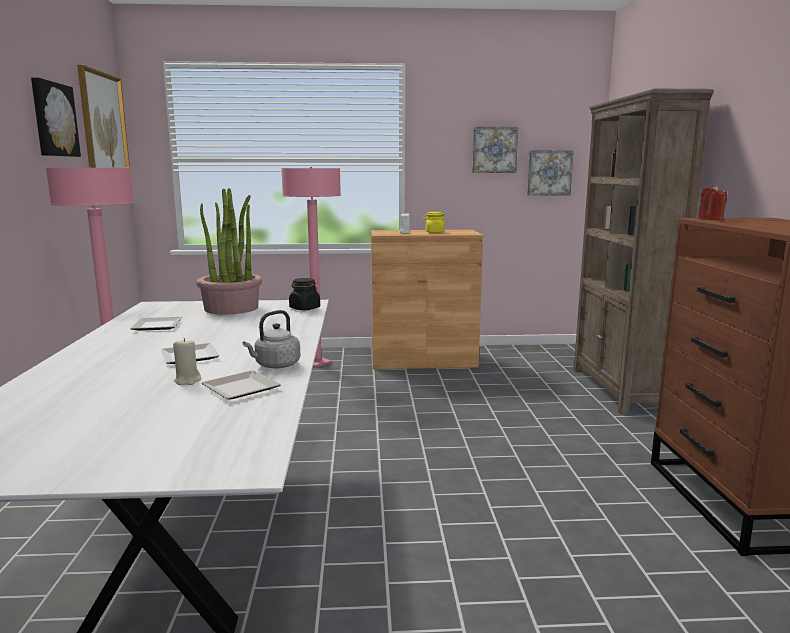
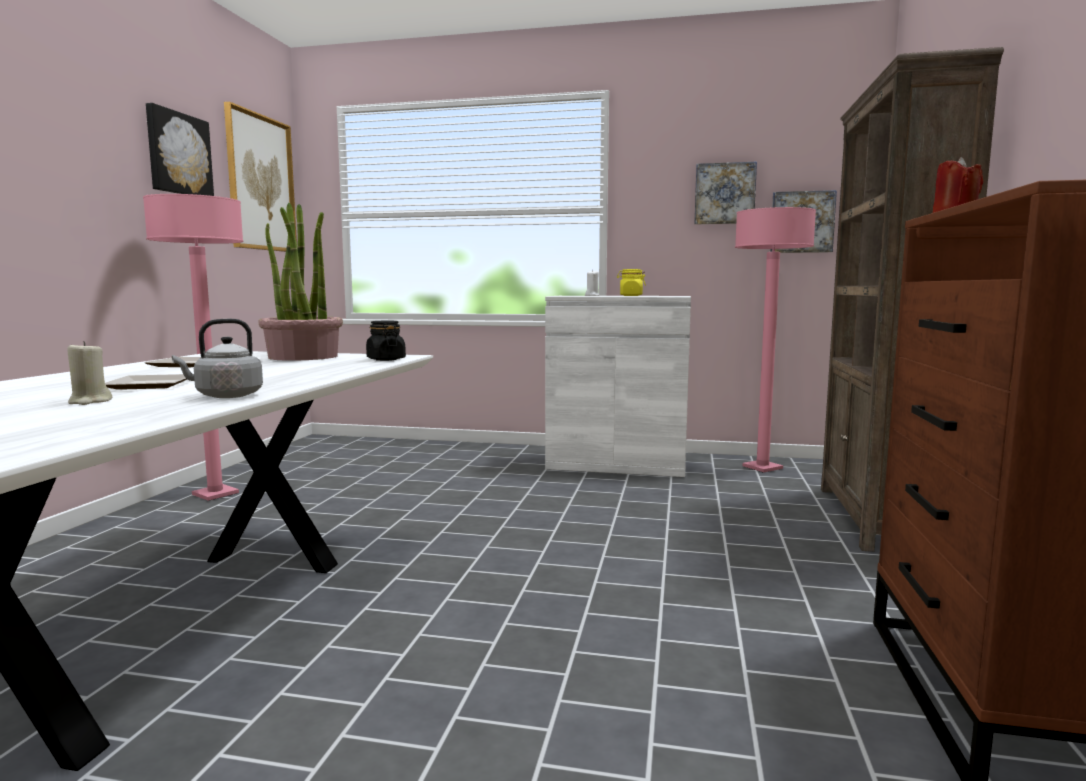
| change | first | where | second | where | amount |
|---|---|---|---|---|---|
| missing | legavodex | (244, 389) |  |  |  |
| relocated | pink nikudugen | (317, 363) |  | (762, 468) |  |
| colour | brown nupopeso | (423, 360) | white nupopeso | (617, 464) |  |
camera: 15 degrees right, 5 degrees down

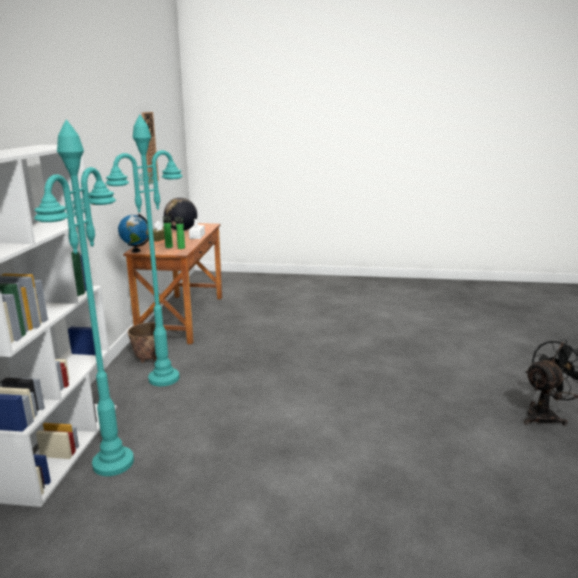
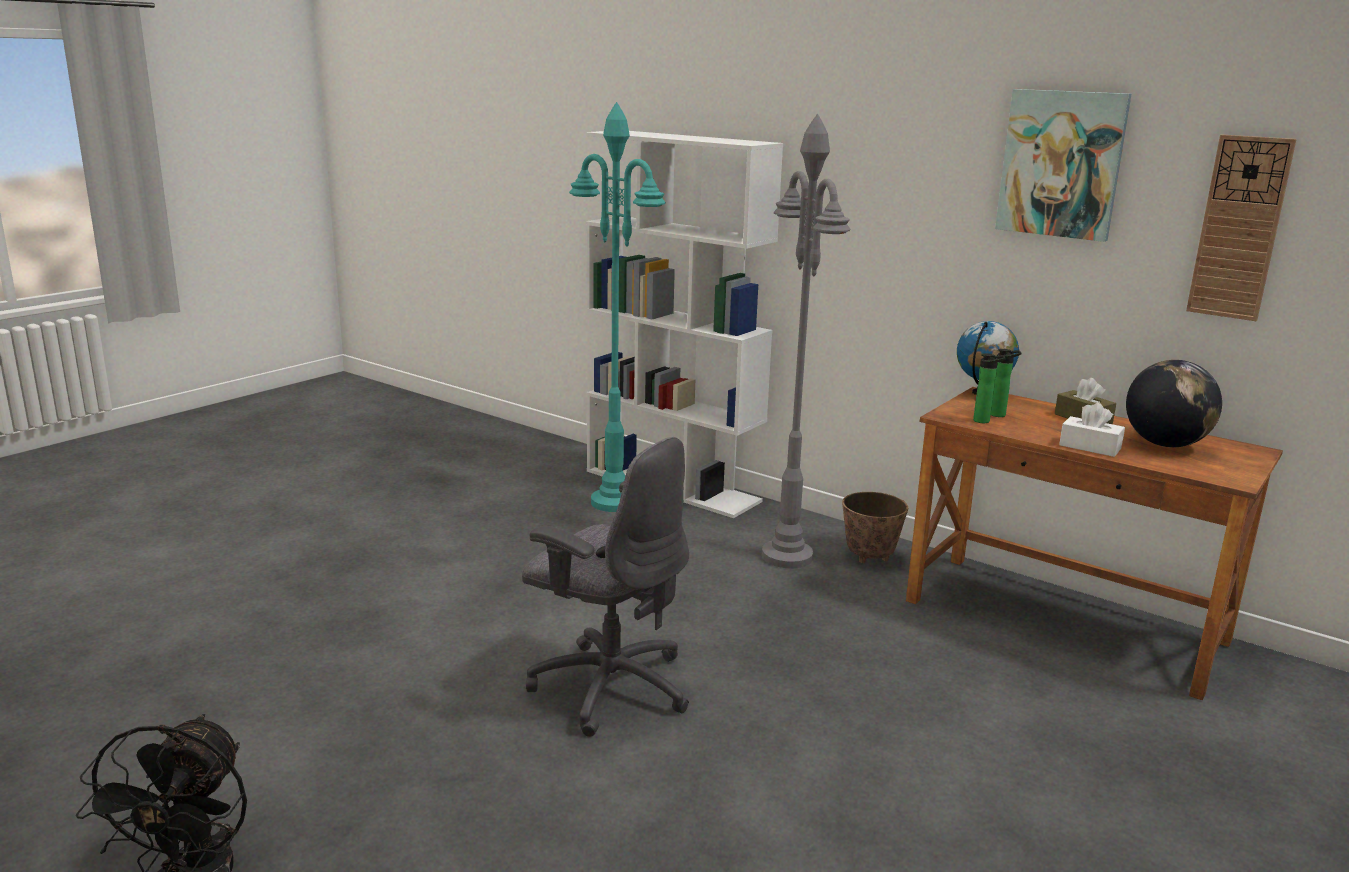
| change | first | where | second | where | amount |
|---|---|---|---|---|---|
| colour | turquoise nikudugen | (164, 378) | grey nikudugen | (787, 557) |  |
| appeared |  |  | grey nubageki | (609, 686) |  |
| appeared |  |  | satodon | (1061, 164) |  |
camera: 120 degrees right, 0 degrees up

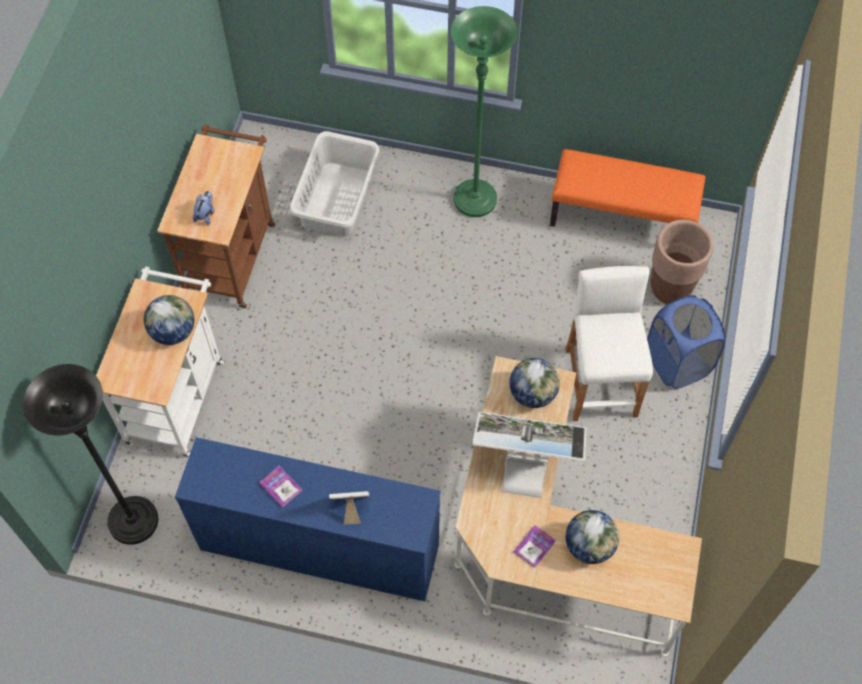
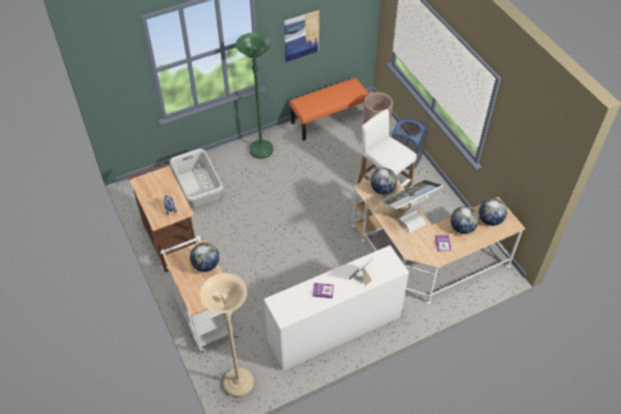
| change | first | where | second | where | amount |
|---|---|---|---|---|---|
| colour | black nikudugen | (133, 521) | beige nikudugen | (238, 383) |  |
| colour | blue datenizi | (319, 547) | white datenizi | (334, 330) |  |
| appeared |  |  | satodon | (301, 35) |  |
| appeared |  |  | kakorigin | (490, 220) |  |
camera: 40 degrees left, 10 degrees down

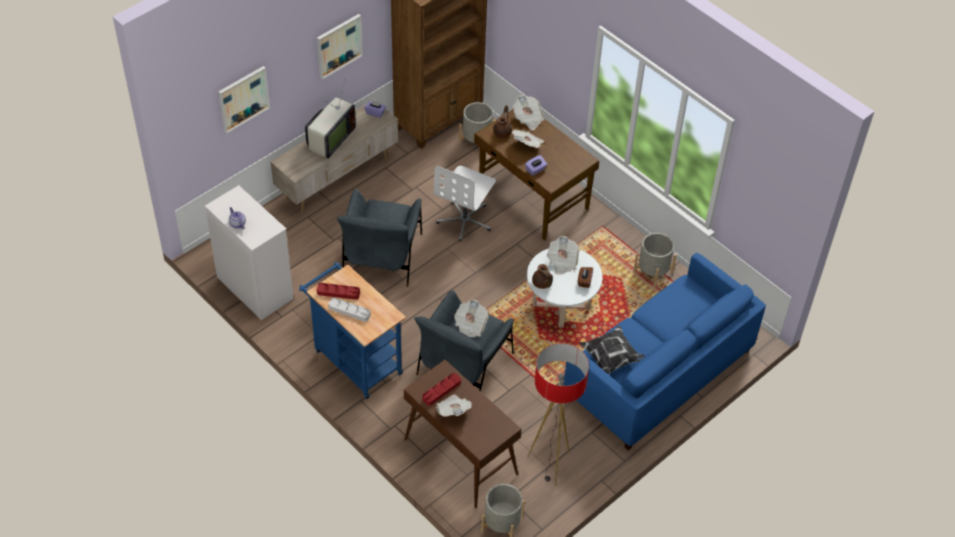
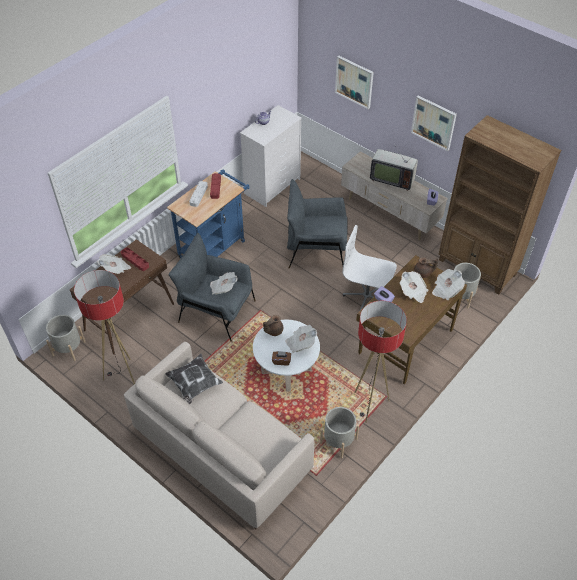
| change | first | where | second | where | amount |
|---|---|---|---|---|---|
| colour | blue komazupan | (658, 373) | beige komazupan | (221, 450) |  |
| appeared |  |  | nikudugen | (369, 405) |  |
camera: 85 degrees right, 0 degrees up

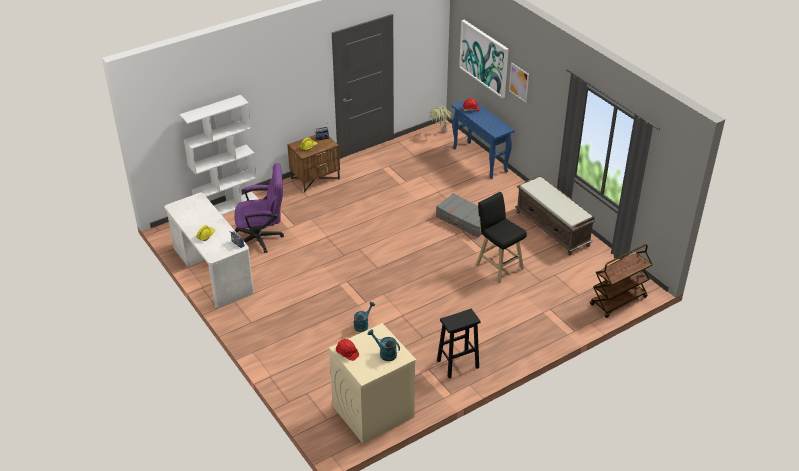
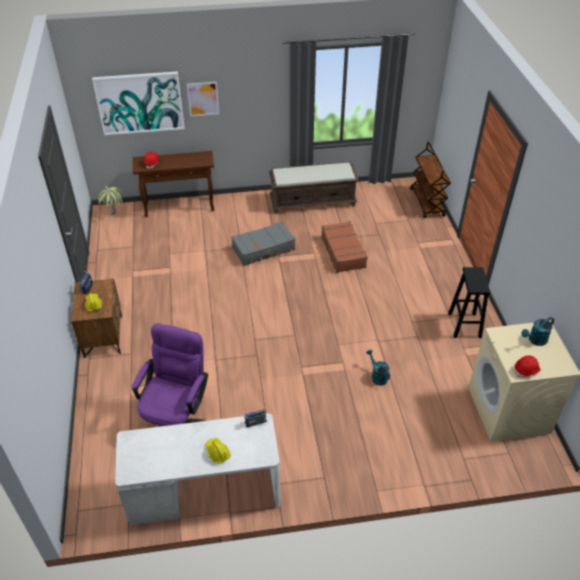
| change | first | where | second | where | amount |
|---|---|---|---|---|---|
| missing | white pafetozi | (228, 206) |  |  |  |
| colour | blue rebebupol | (480, 160) | brown rebebupol | (180, 207) |  |
| exchanged | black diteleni | (498, 266) | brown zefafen | (343, 252) |  |
camera: 65 degrees left, 5 degrees up

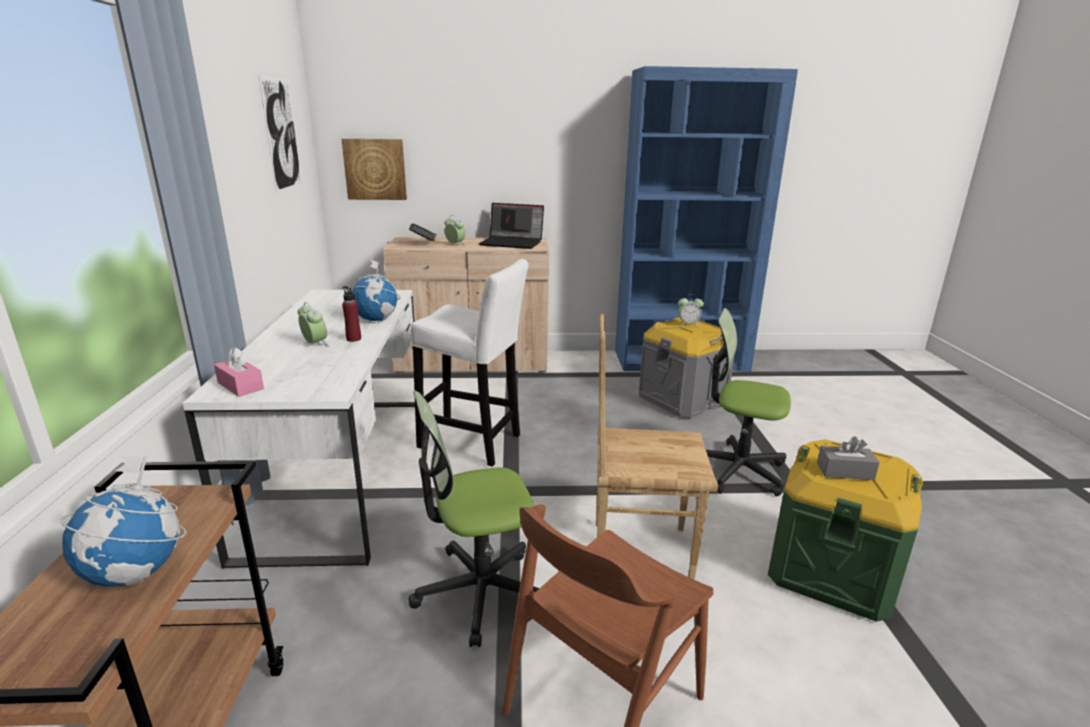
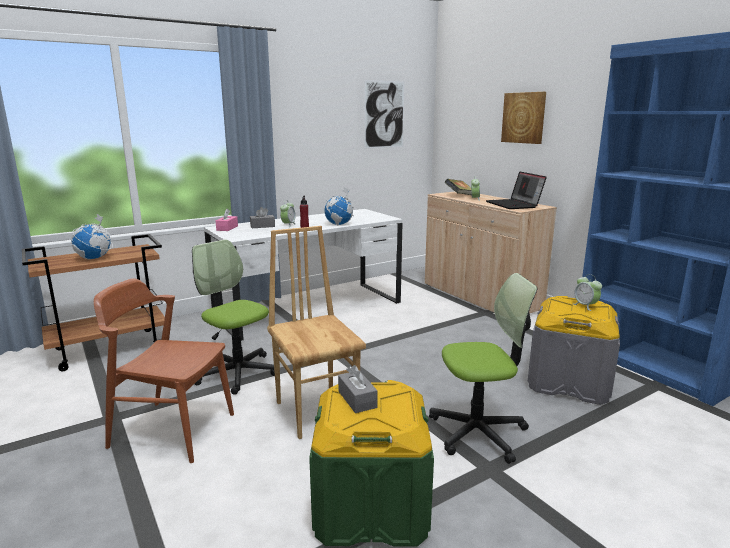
| change | first | where | second | where | amount |
|---|---|---|---|---|---|
| relocated | satodon | (375, 169) |  | (524, 118) |  |
| missing | white diteleni | (474, 443) |  |  |  |
| spun | nubageki | (737, 470) |  | (478, 432) | 90 degrees clockwise |
| appeared |  |  | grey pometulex | (262, 226) |  |
camera: 60 degrees right, 5 degrees down

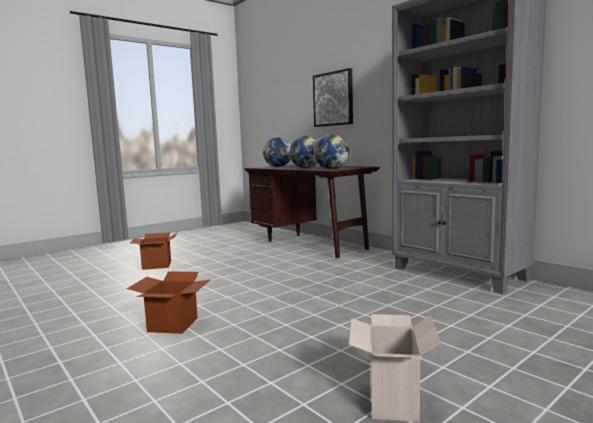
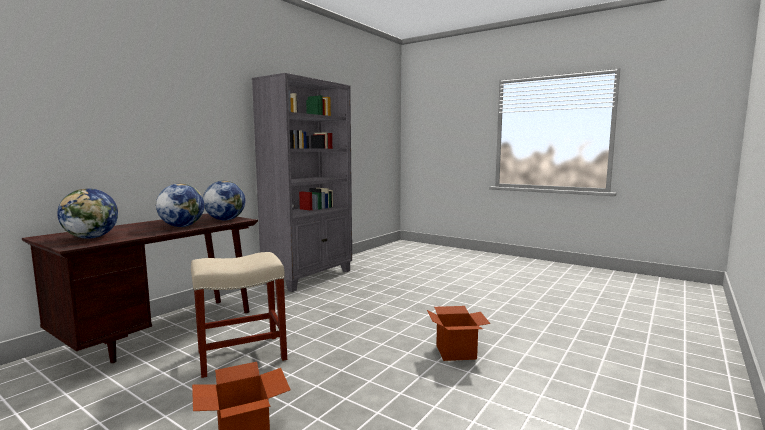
| change | first | where | second | where | amount |
|---|---|---|---|---|---|
| missing | satodon | (333, 99) |  |  |  |
| missing | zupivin | (391, 400) |  |  |  |
| appeared |  |  | beige diteleni | (240, 355) |  |
camera: 105 degrees left, 0 degrees up

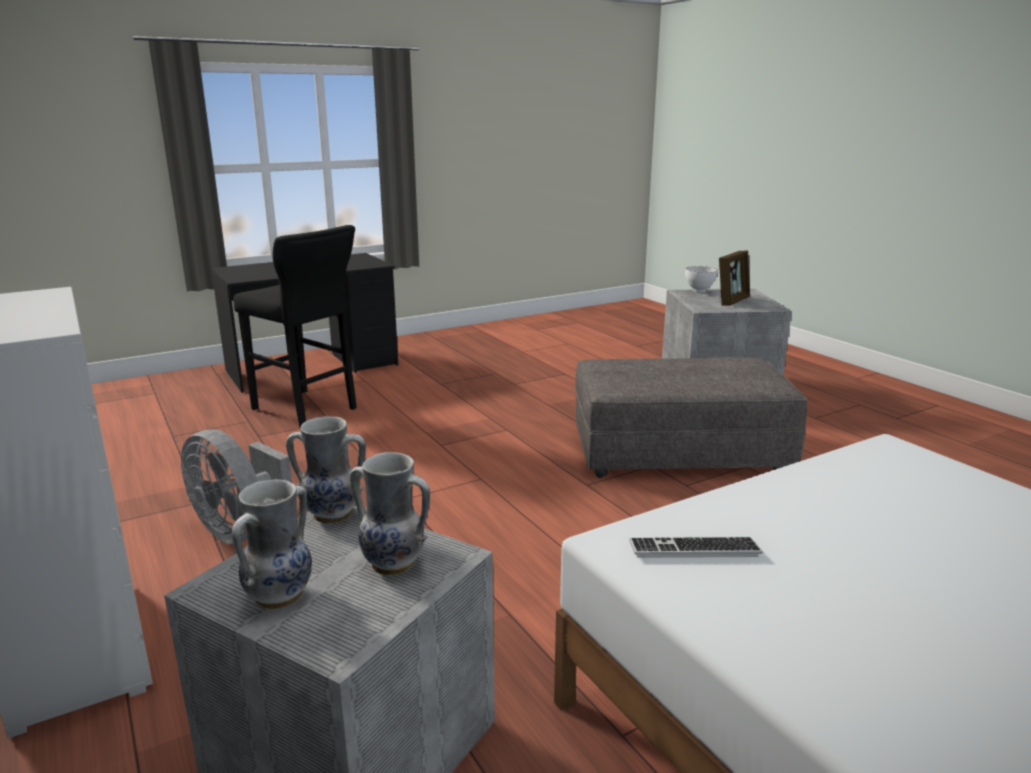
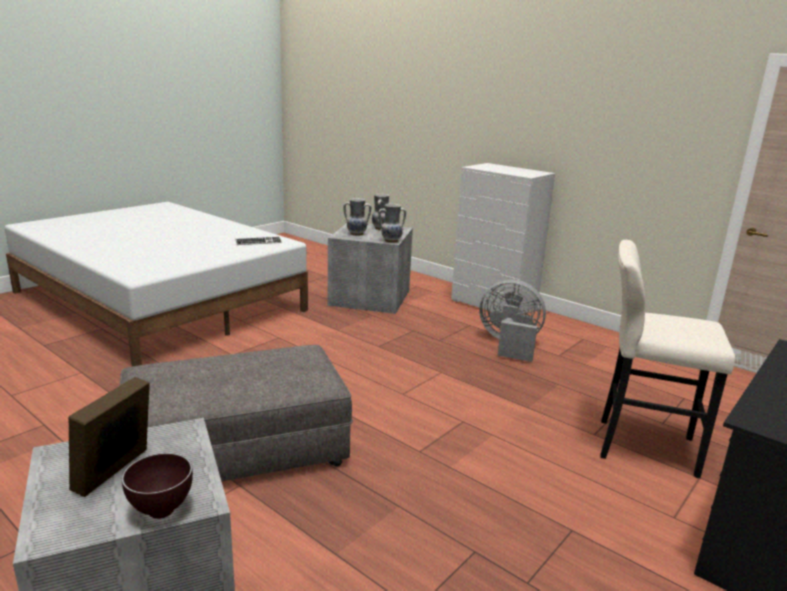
| change | first | where | second | where | amount |
|---|---|---|---|---|---|
| colour | black diteleni | (307, 410) | beige diteleni | (640, 446) |  |
| colour | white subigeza | (700, 291) | brown subigeza | (160, 511) |  |
camera: 160 degrees right, 0 degrees up

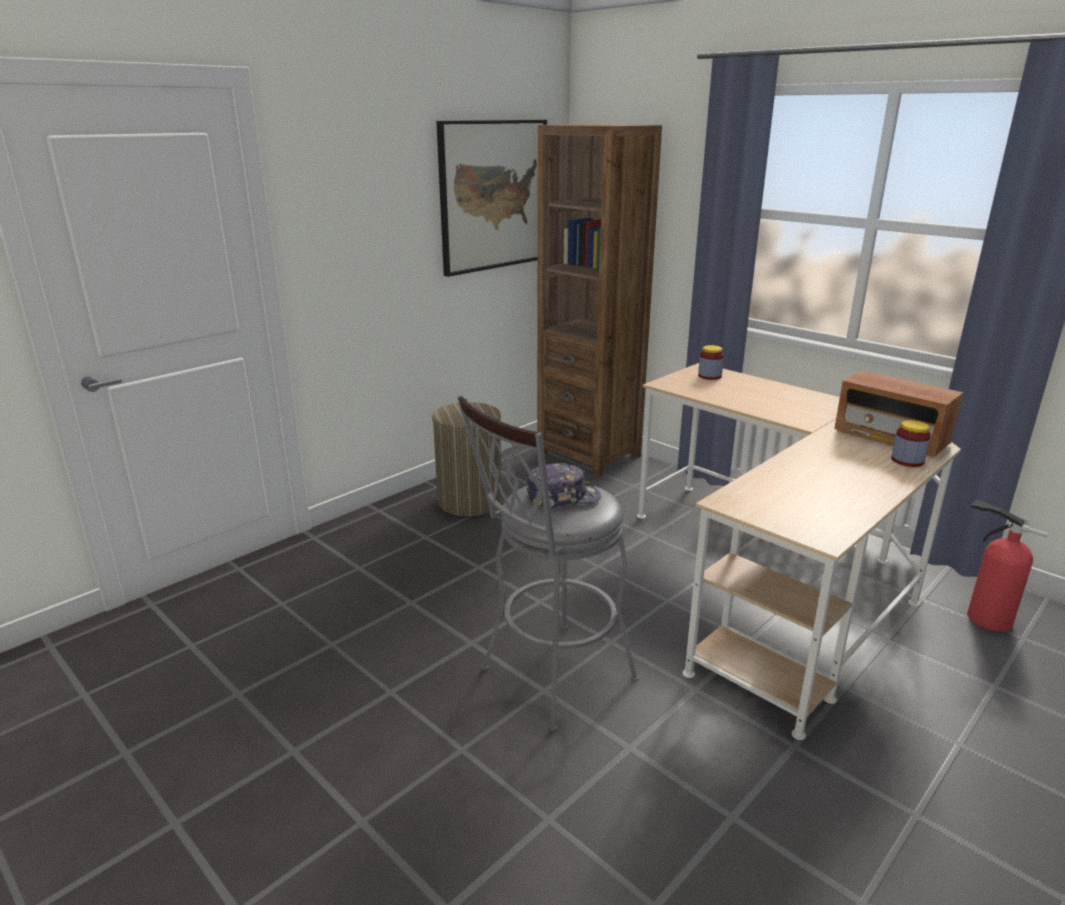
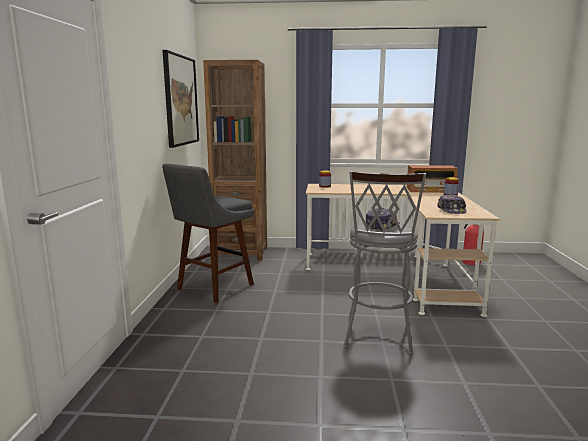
| change | first | where | second | where | amount |
|---|---|---|---|---|---|
| exchanged | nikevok | (469, 501) | grey diteleni | (213, 288) |  |
| appeared |  |  | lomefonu | (451, 210) |  |
camera: 40 degrees left, 10 degrees down

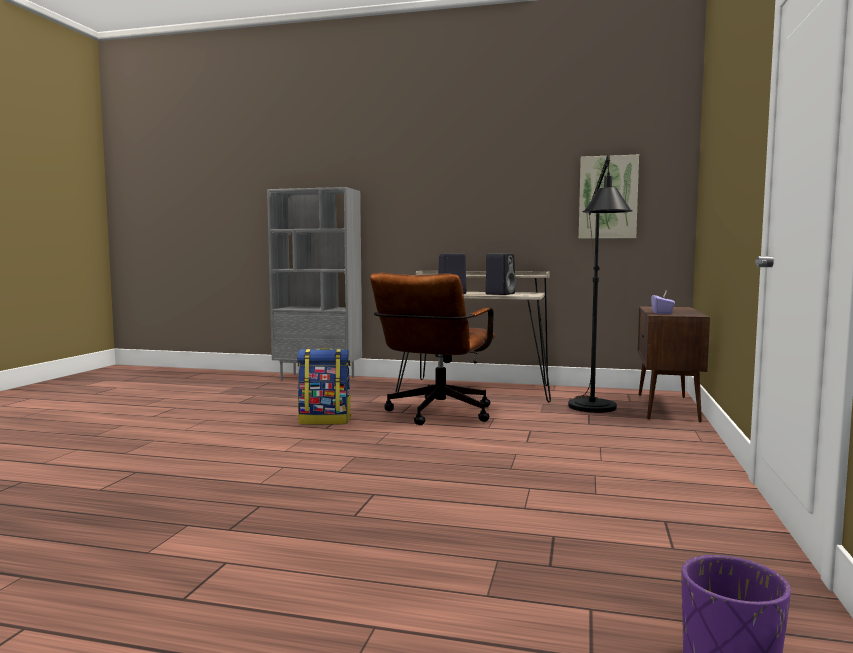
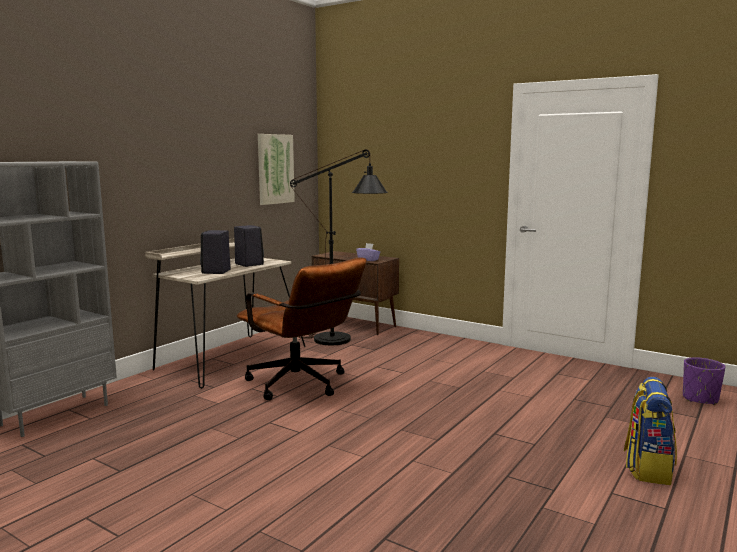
| change | first | where | second | where | amount |
|---|---|---|---|---|---|
| relocated | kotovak | (325, 420) |  | (647, 468) |  |
camera: 70 degrees left, 5 degrees up

